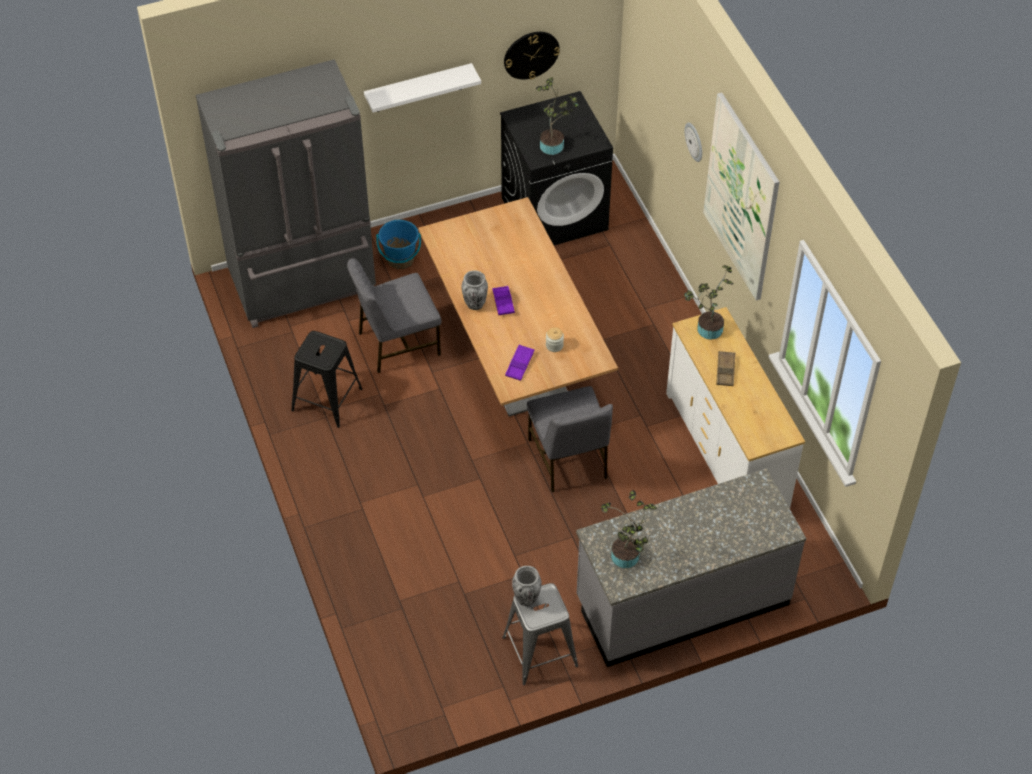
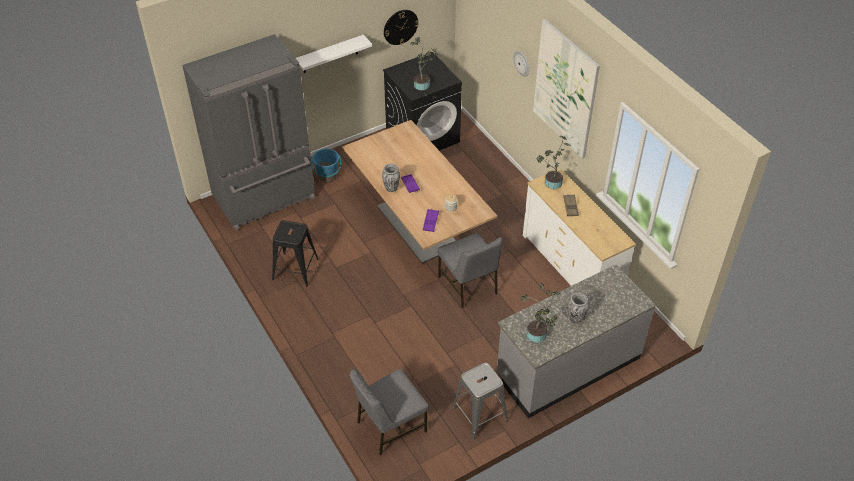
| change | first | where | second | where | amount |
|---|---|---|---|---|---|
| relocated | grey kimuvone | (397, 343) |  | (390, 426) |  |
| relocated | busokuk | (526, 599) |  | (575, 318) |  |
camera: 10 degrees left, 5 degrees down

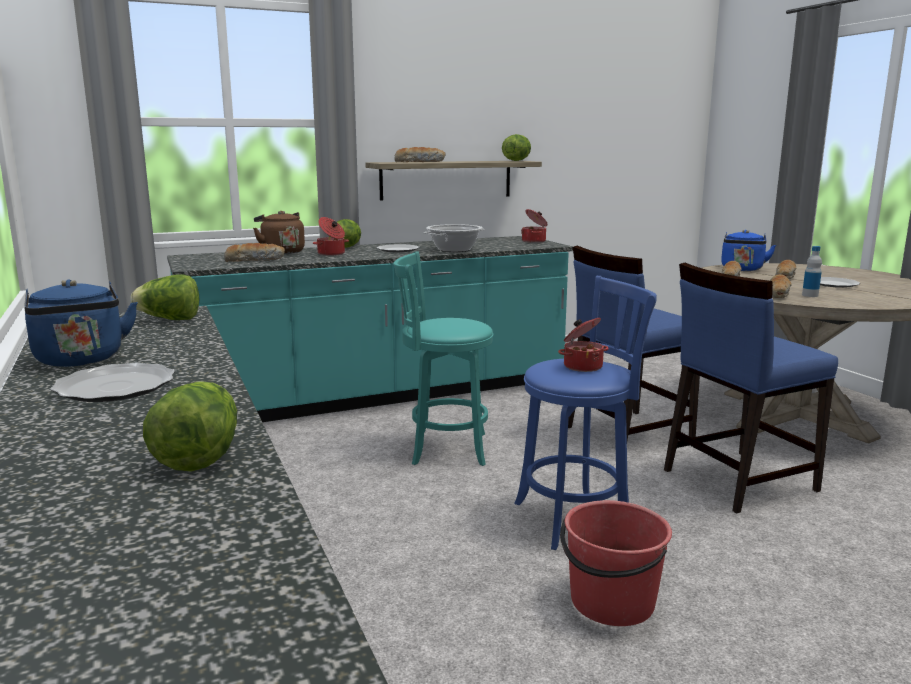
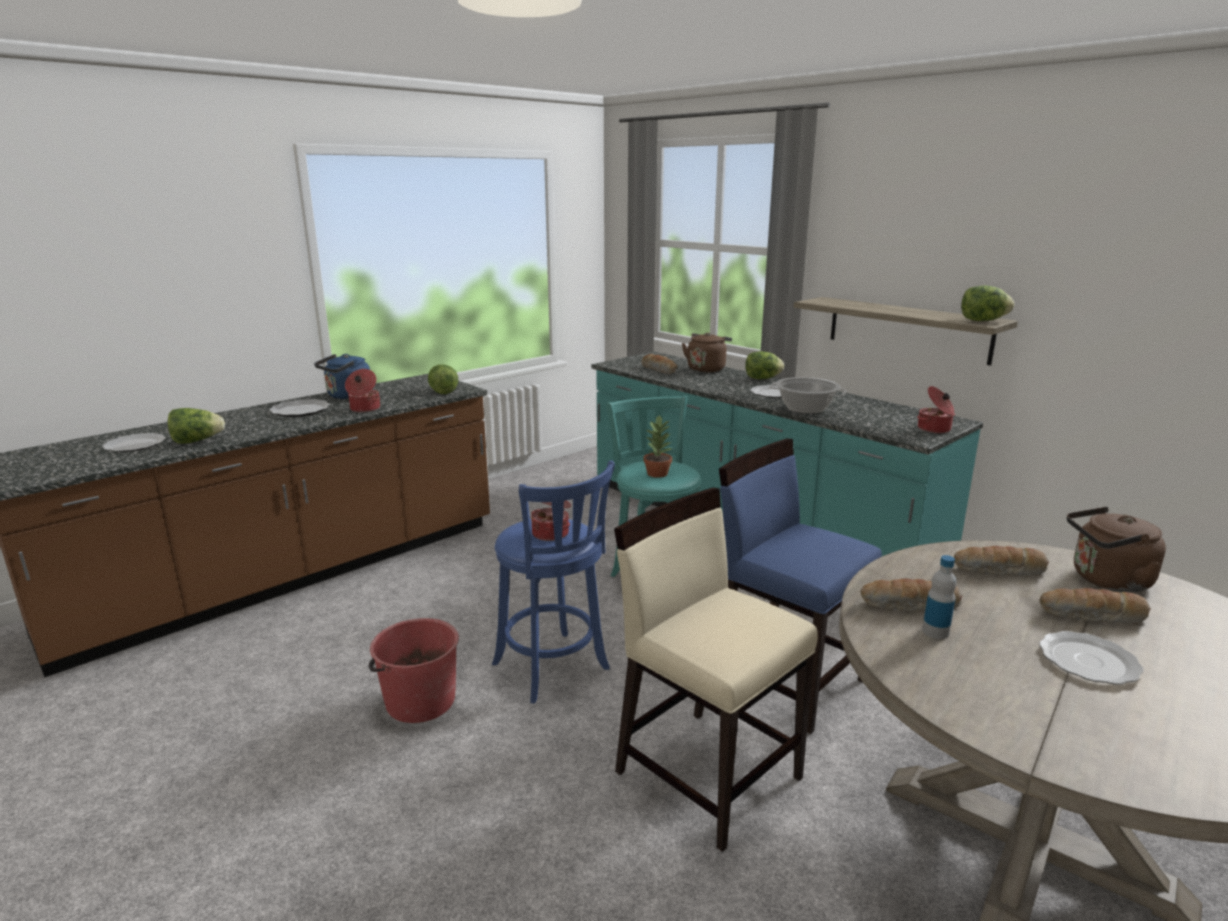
| change | first | where | second | where | amount |
|---|---|---|---|---|---|
| relocated | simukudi | (331, 254) |  | (364, 409) |  |
| missing | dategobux | (420, 162) |  |  |  |
| colour | blue kimuvone | (737, 480) | beige kimuvone | (707, 772) |  |
| colour | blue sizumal | (742, 269) | brown sizumal | (1106, 580) |  |
| appeared |  |  | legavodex | (134, 445) |  |
| appeared |  |  | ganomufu | (658, 473) |  |
camera: 70 degrees right, 5 degrees up

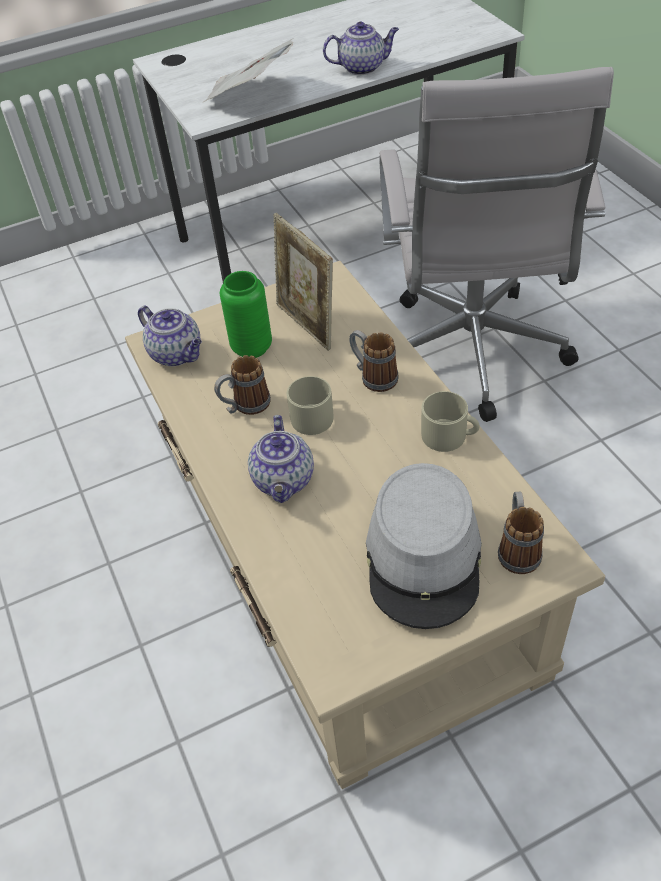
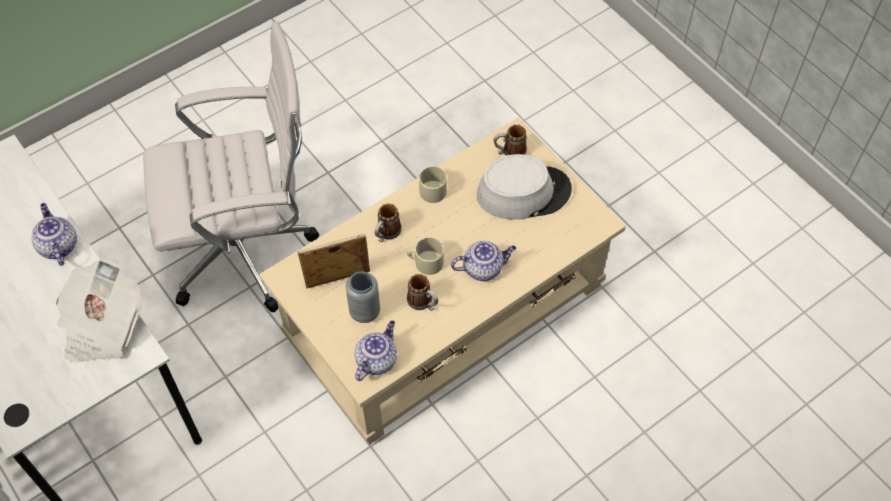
| change | first | where | second | where | amount |
|---|---|---|---|---|---|
| colour | green busokuk | (252, 347) | grey busokuk | (365, 312) |  |
| spun | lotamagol | (307, 325) |  | (338, 282) | 150 degrees counterclockwise |
camera: 105 degrees left, 10 degrees up

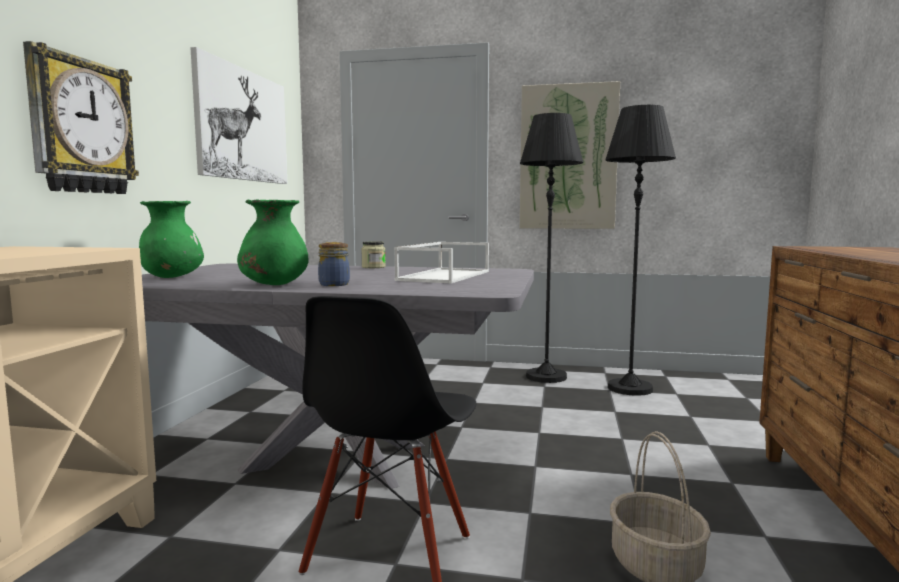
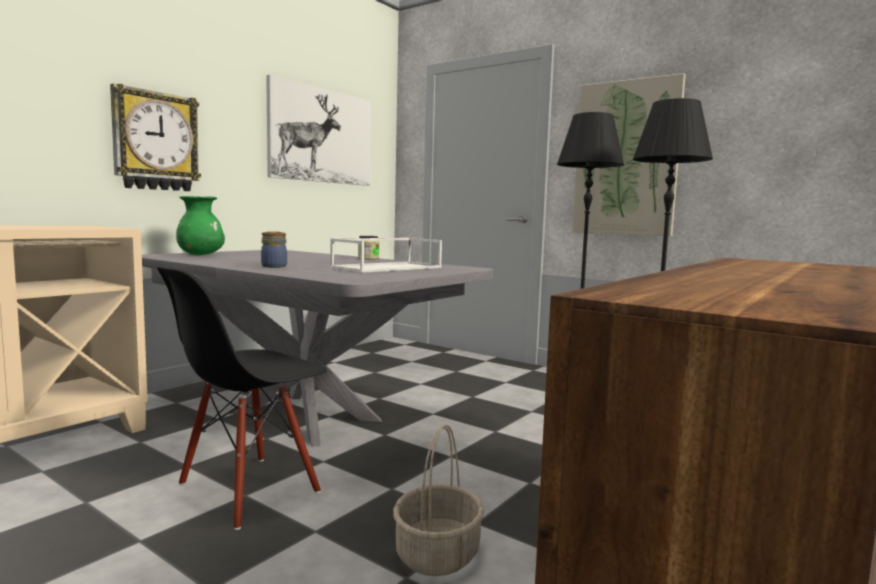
| change | first | where | second | where | amount |
|---|---|---|---|---|---|
| missing | green busokuk | (274, 284) |  |  |  |
camera: 25 degrees right, 0 degrees up

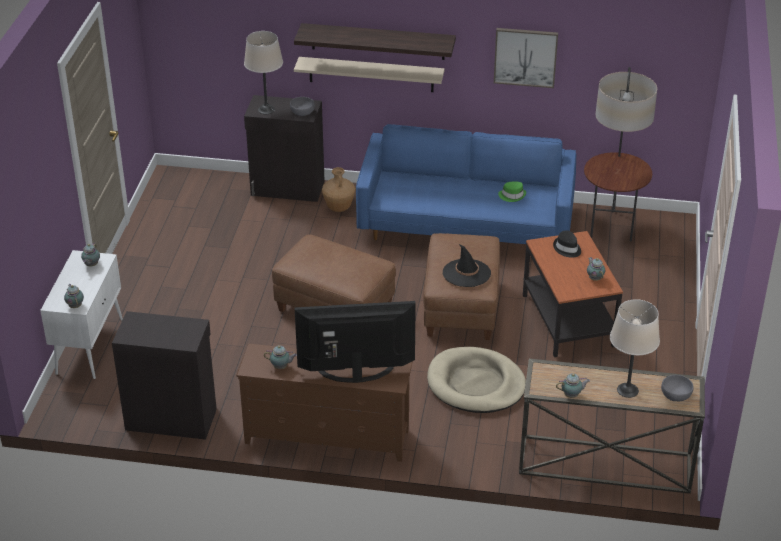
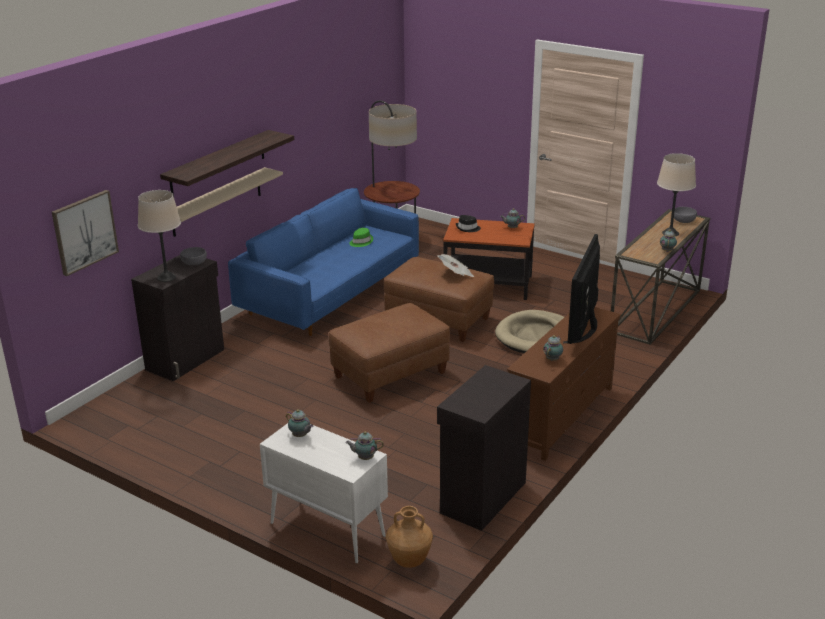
| change | first | where | second | where | amount |
|---|---|---|---|---|---|
| relocated | brown busokuk | (339, 208) |  | (410, 561) |  |
| exchanged | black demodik | (466, 273) | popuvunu | (456, 274) |  |
| relocated | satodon | (525, 57) |  | (84, 232) |  |
camera: 65 degrees left, 10 degrees down

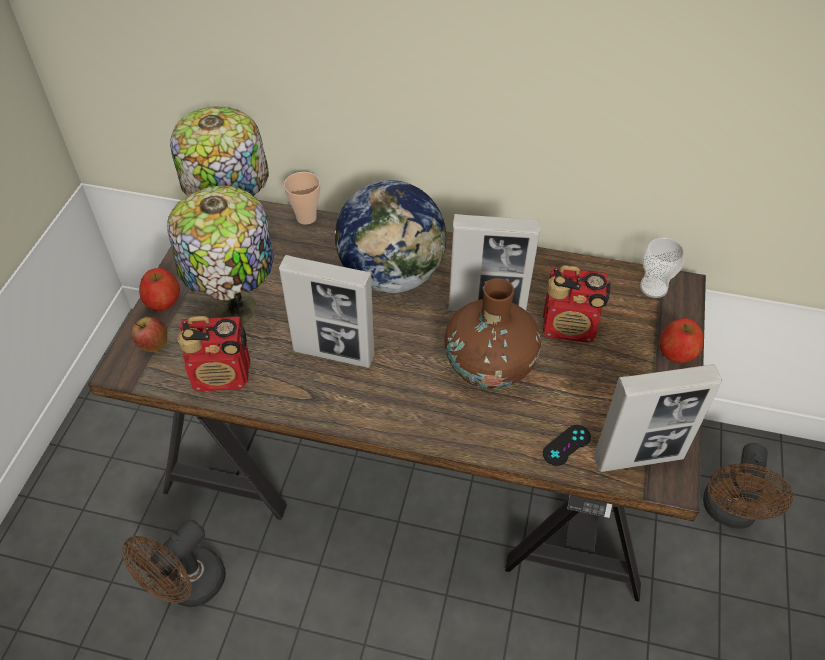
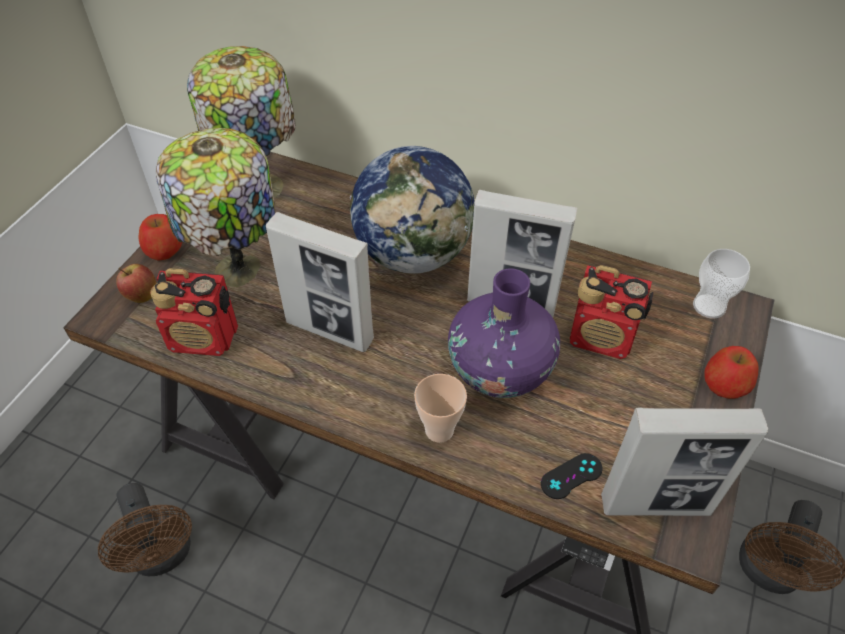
| change | first | where | second | where | amount |
|---|---|---|---|---|---|
| spun | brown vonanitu | (188, 587) |  | (163, 556) | 75 degrees counterclockwise |
| relocated | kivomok | (306, 217) |  | (439, 430) |  |
| colour | brown busokuk | (489, 367) | purple busokuk | (500, 371) |  |
camera: 10 degrees right, 0 degrees up

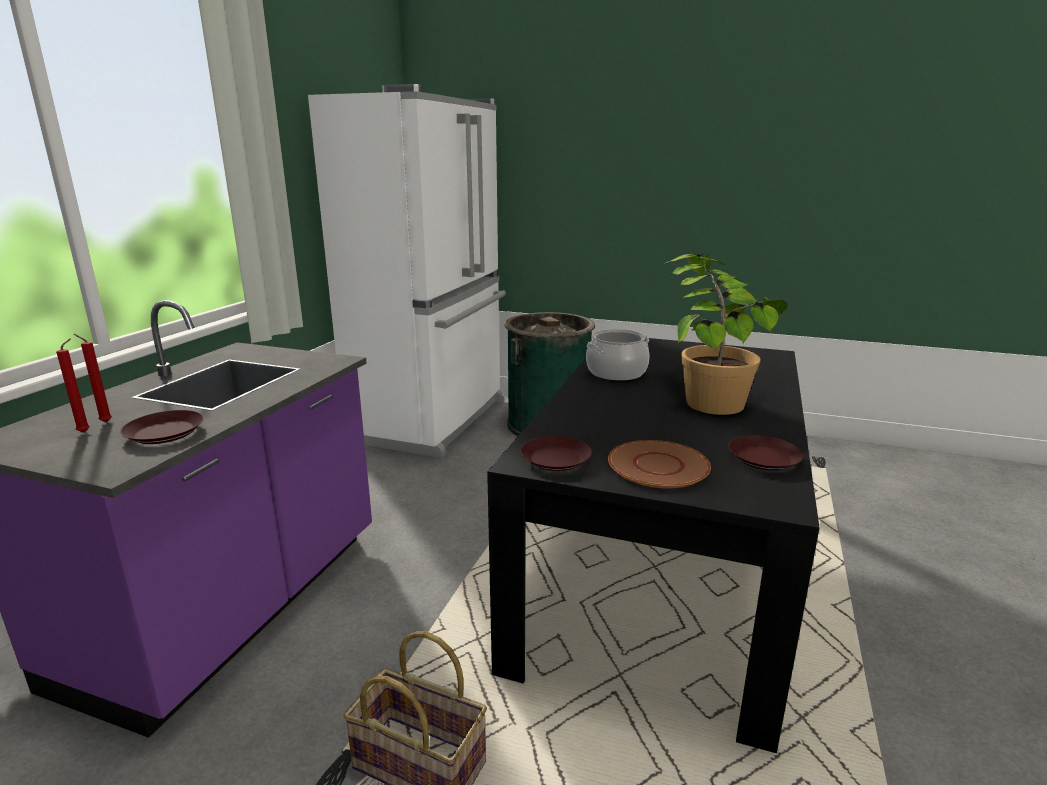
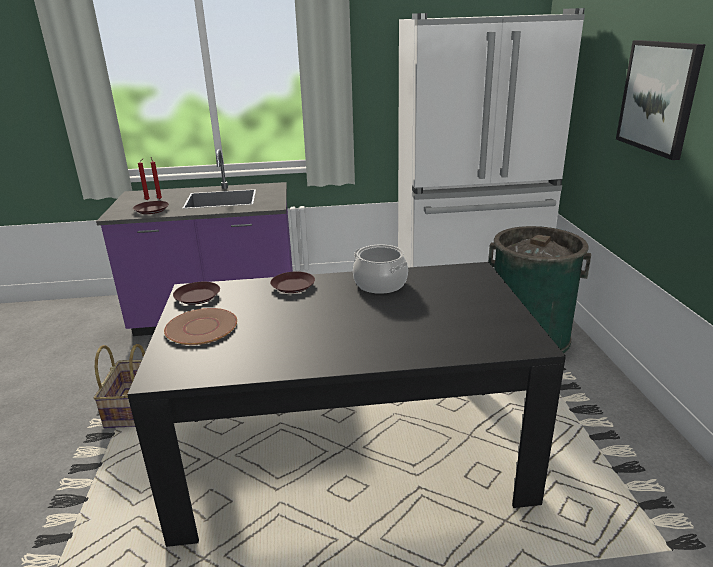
| change | first | where | second | where | amount |
|---|---|---|---|---|---|
| missing | ganomufu | (707, 393) |  |  |  |
| relocated | brown legavodex | (763, 459) |  | (292, 286) |  |
| appeared |  |  | satodon | (659, 97) |  |
camera: 65 degrees right, 5 degrees up

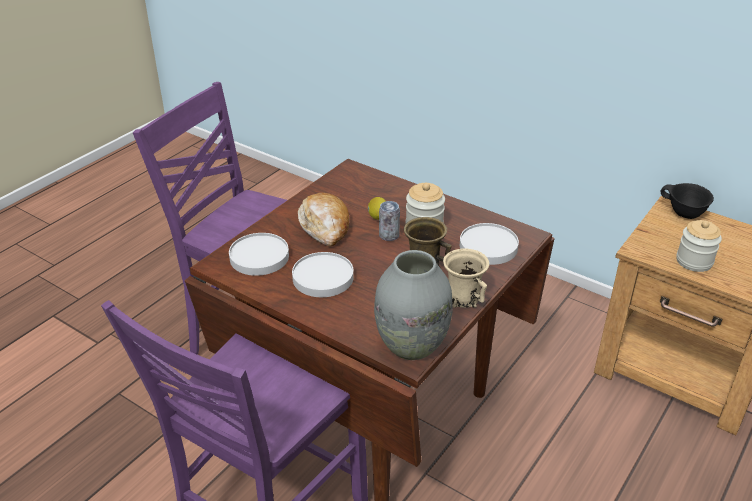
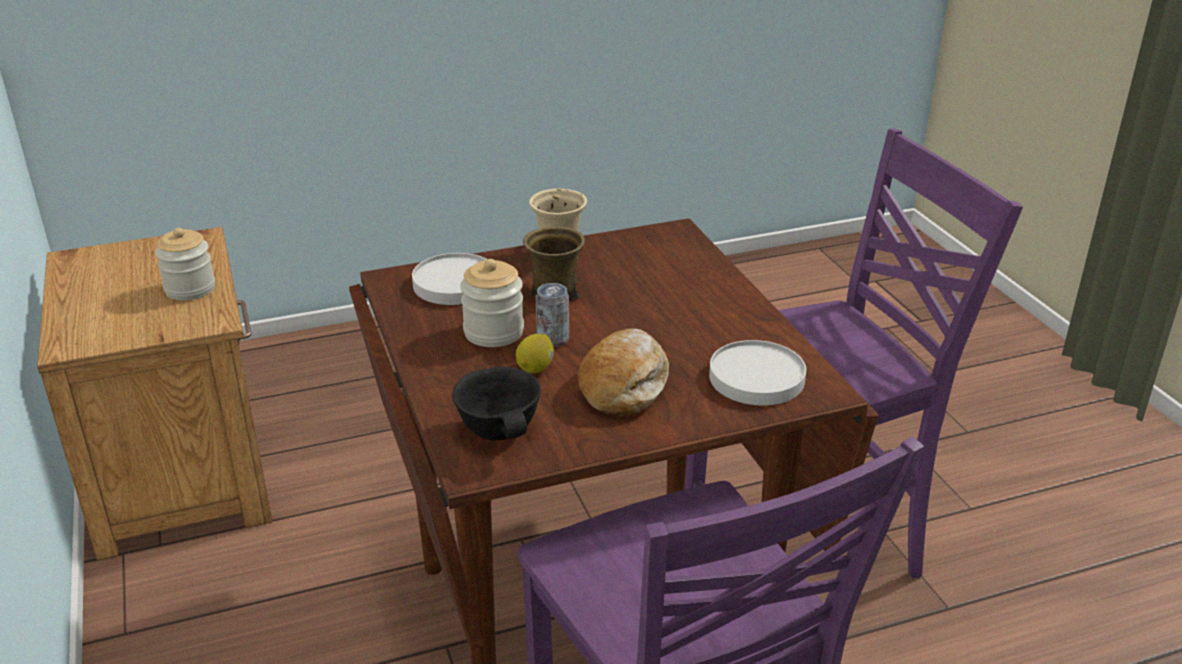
| change | first | where | second | where | amount |
|---|---|---|---|---|---|
| missing | white legavodex | (323, 277) |  |  |  |
| missing | grey busokuk | (411, 346) |  |  |  |
| relocated | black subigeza | (684, 214) |  | (501, 432) |  |
camera: 145 degrees left, 5 degrees down

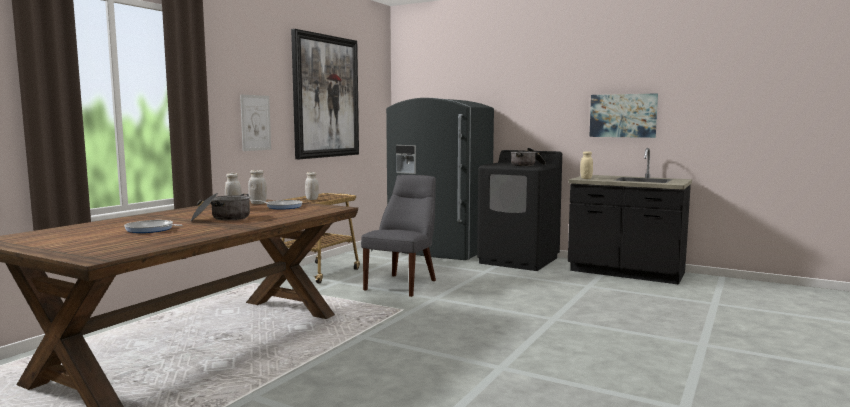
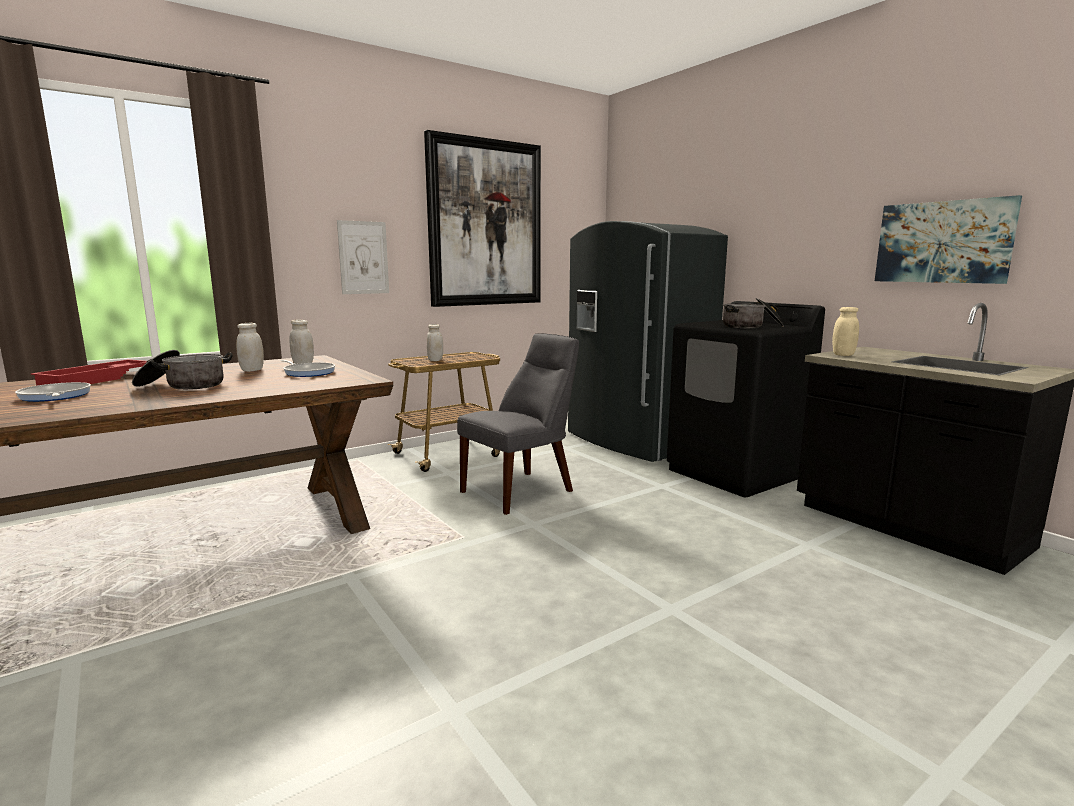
| change | first | where | second | where | amount |
|---|---|---|---|---|---|
| appeared |  |  | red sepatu | (97, 380) |  |
camera: 25 degrees right, 5 degrees up

